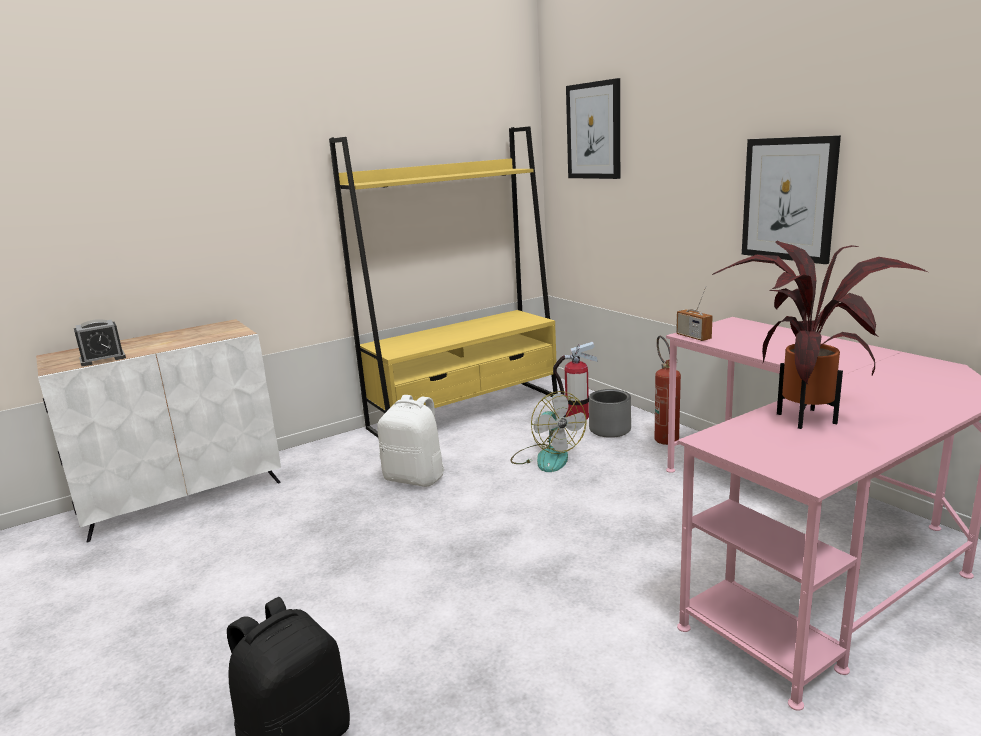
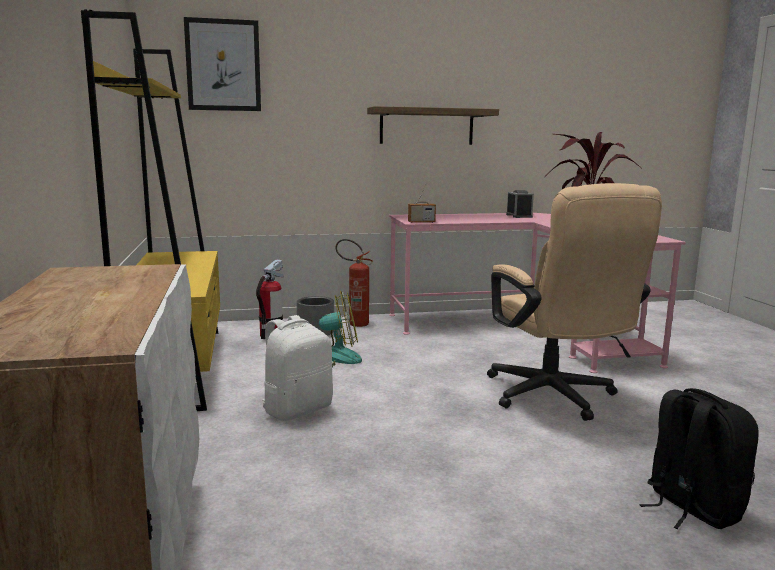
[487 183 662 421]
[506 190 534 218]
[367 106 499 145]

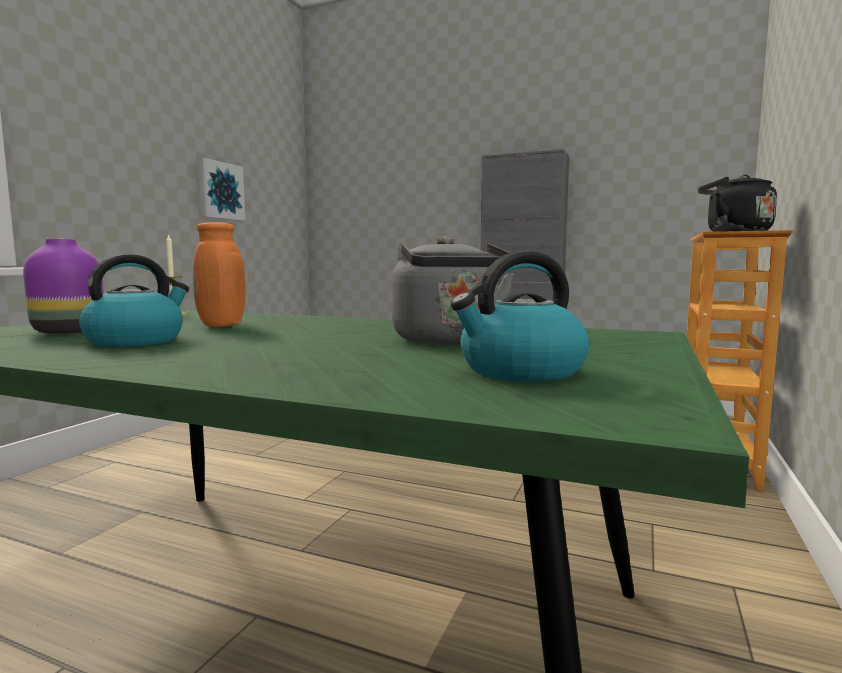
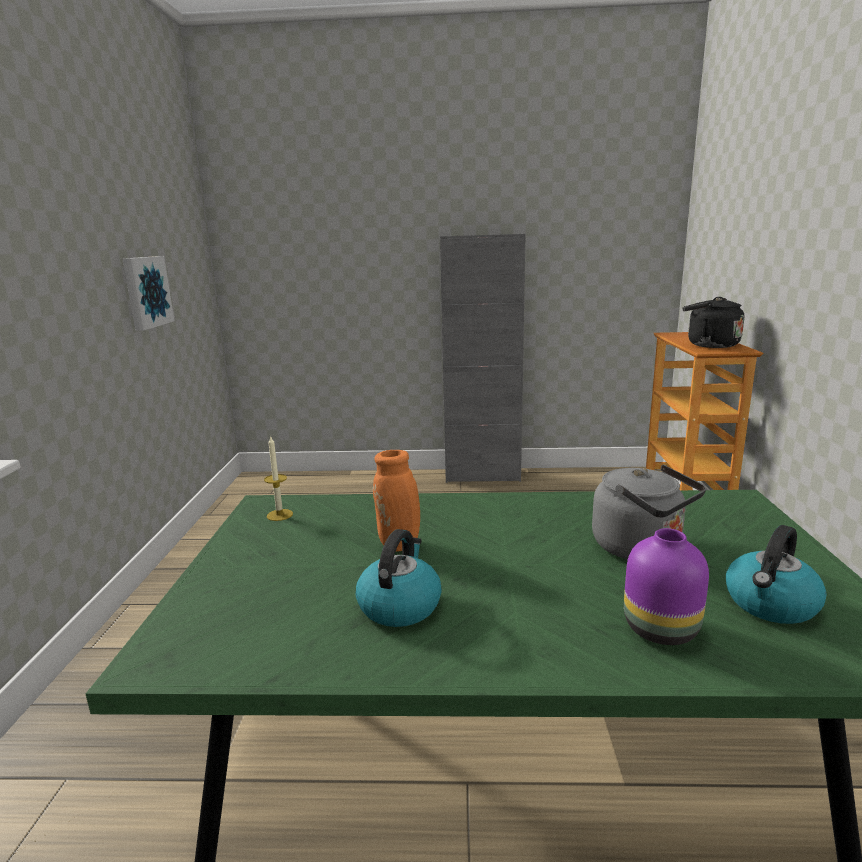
[624 528 709 645]

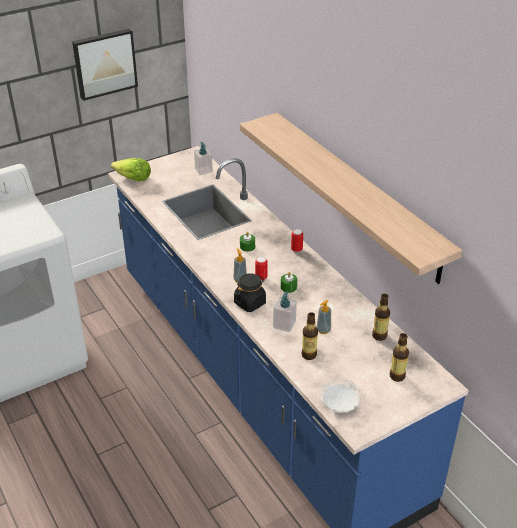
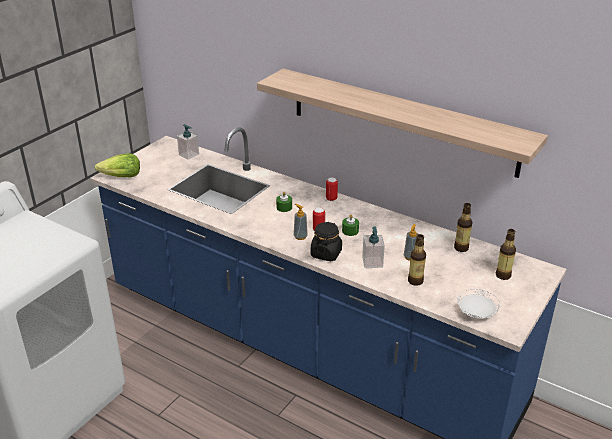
[72 29 138 101] (first image)

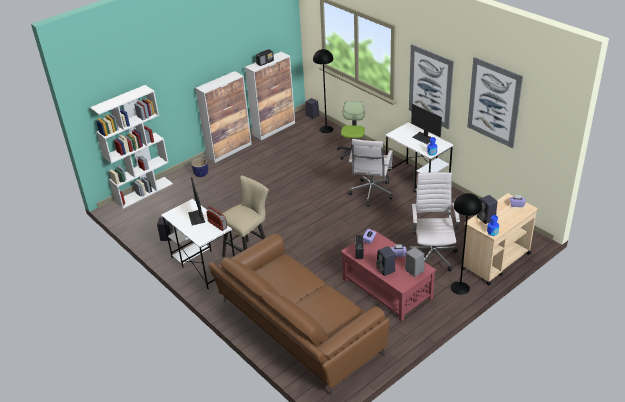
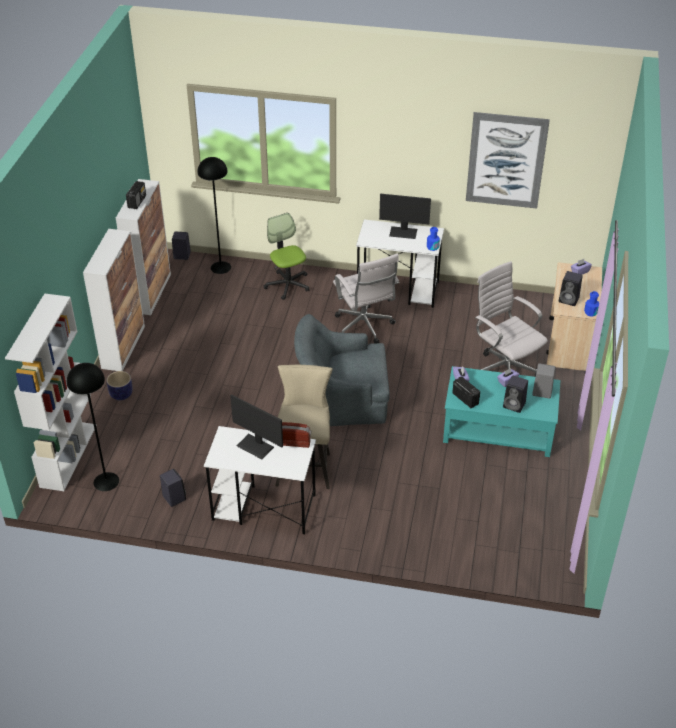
[209 233 389 396] (first image)
[409 44 454 129] (first image)
[294 314 390 426]
[67 363 119 491]
[443 366 561 457]

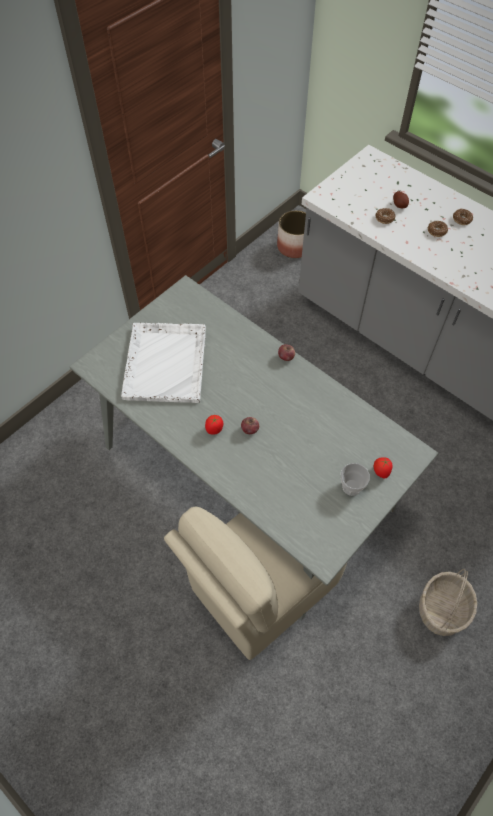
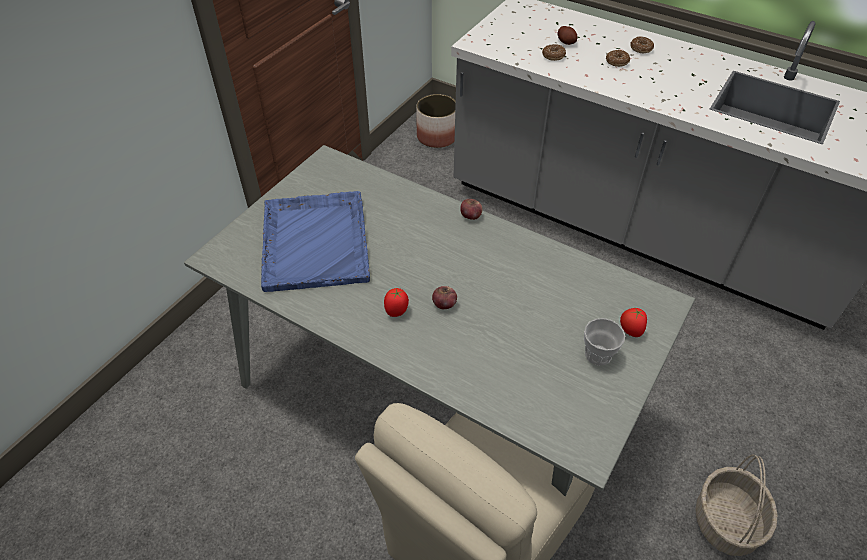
[261 191 370 292]

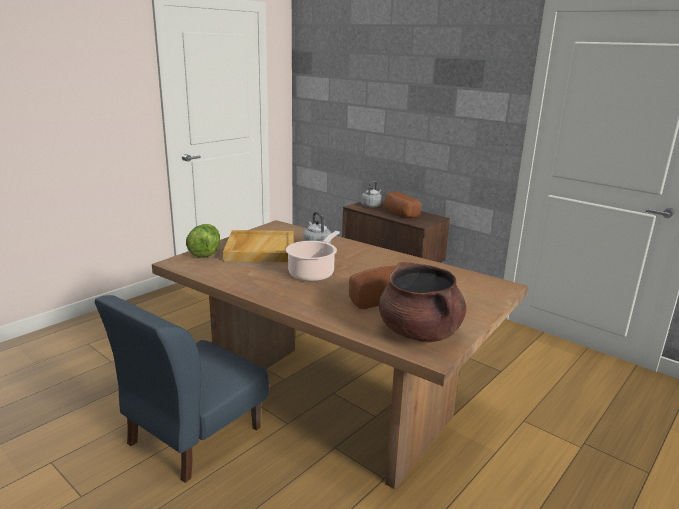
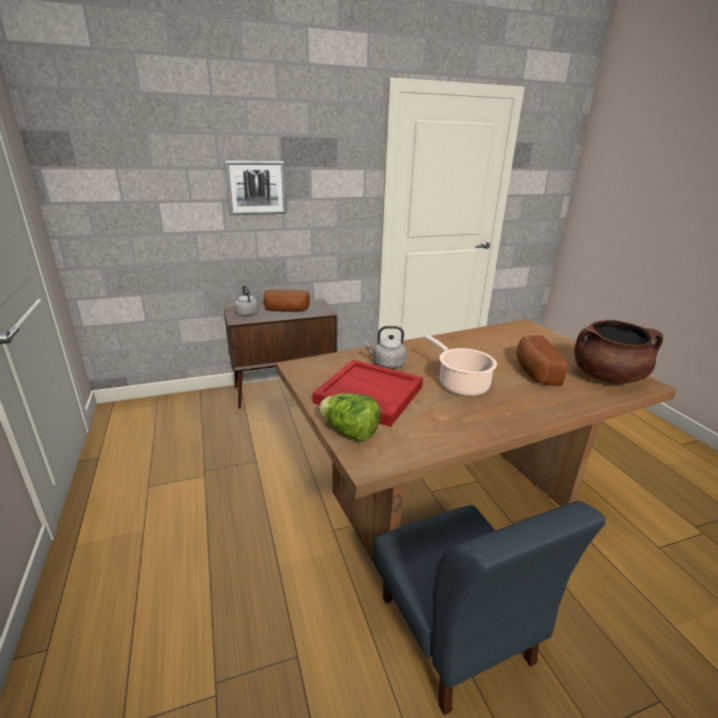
[224 161 287 215]
[312 360 423 427]

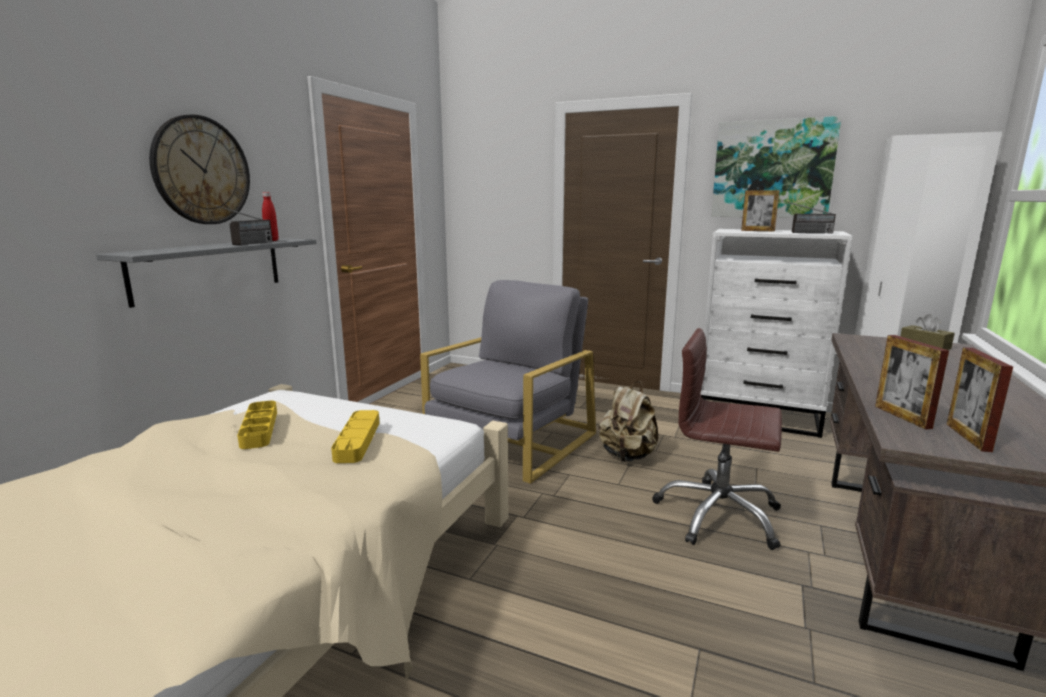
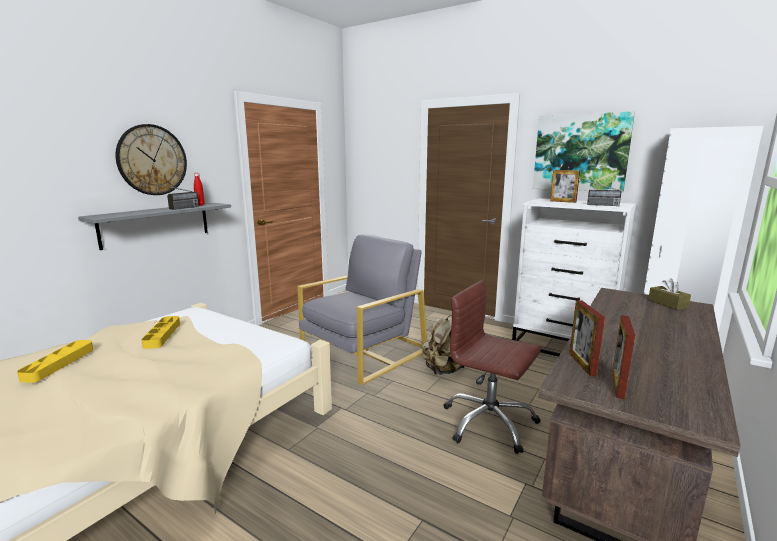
[17 340 93 383]

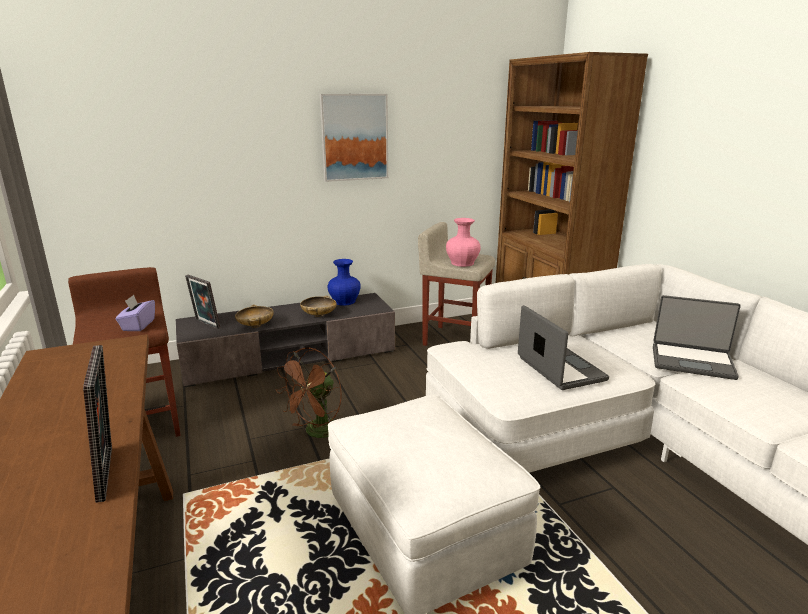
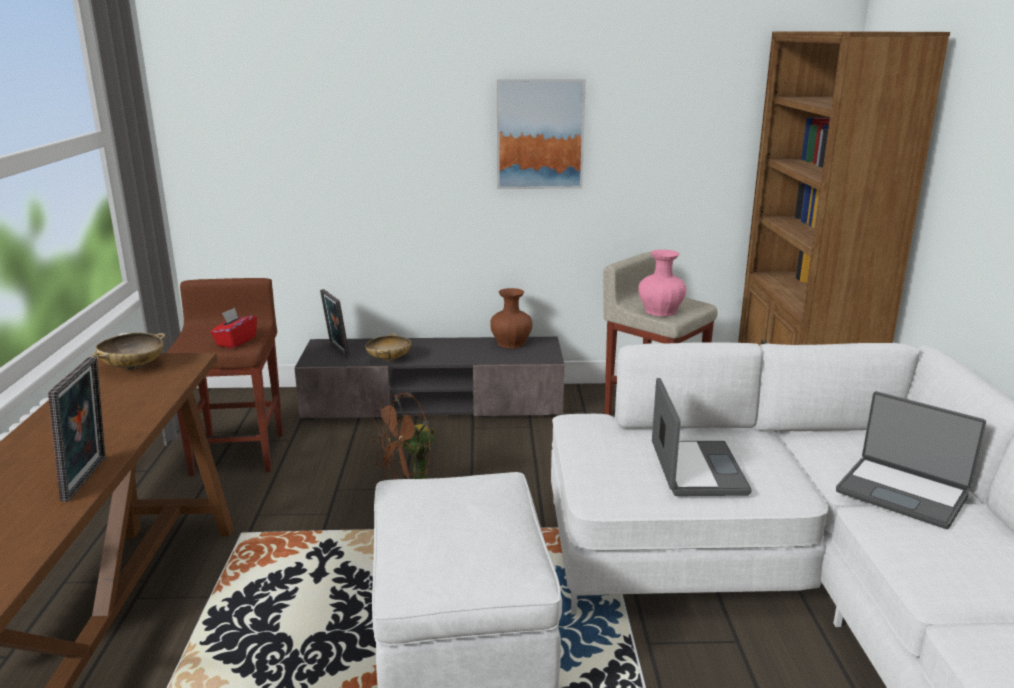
[92 333 166 370]
[210 307 257 348]
[490 288 532 348]

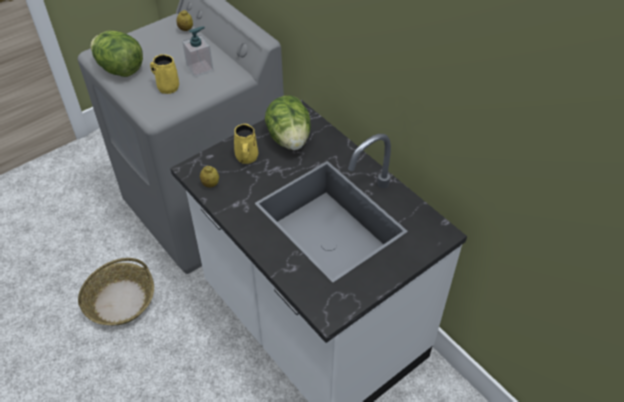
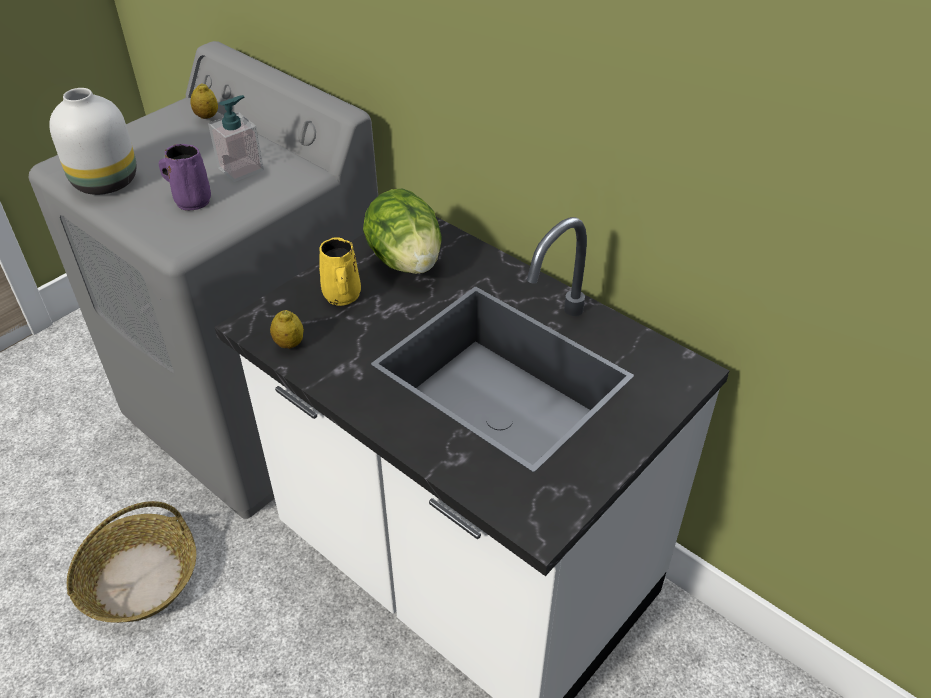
[49 88 137 195]
[159 144 211 210]

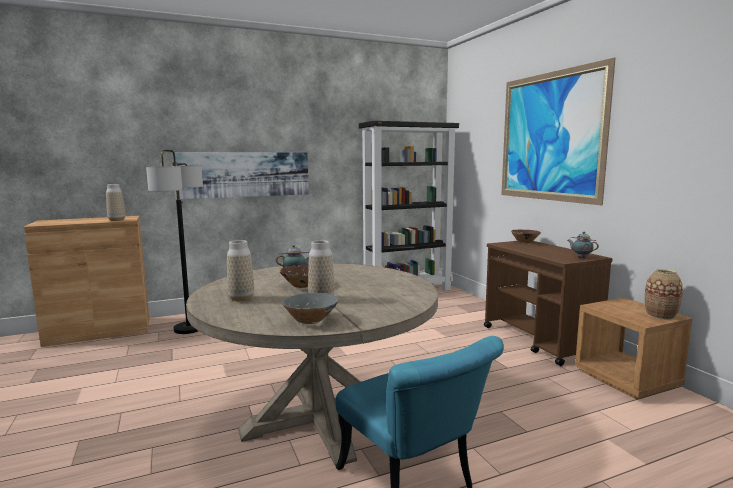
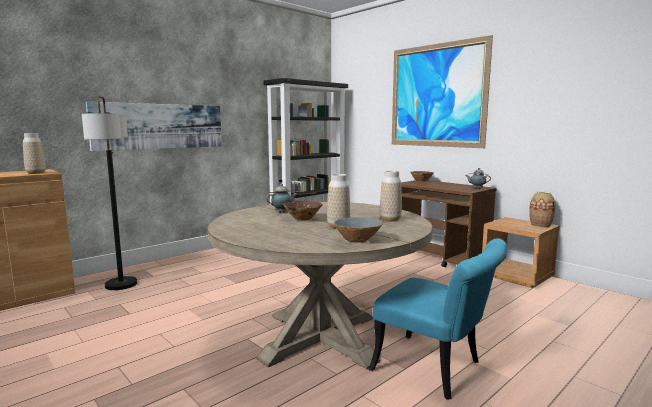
[380 171 402 222]

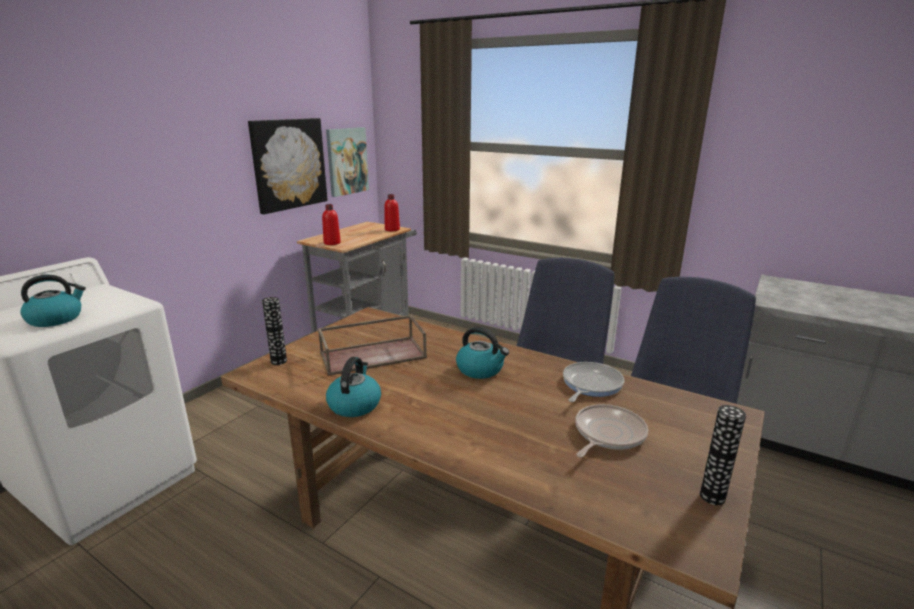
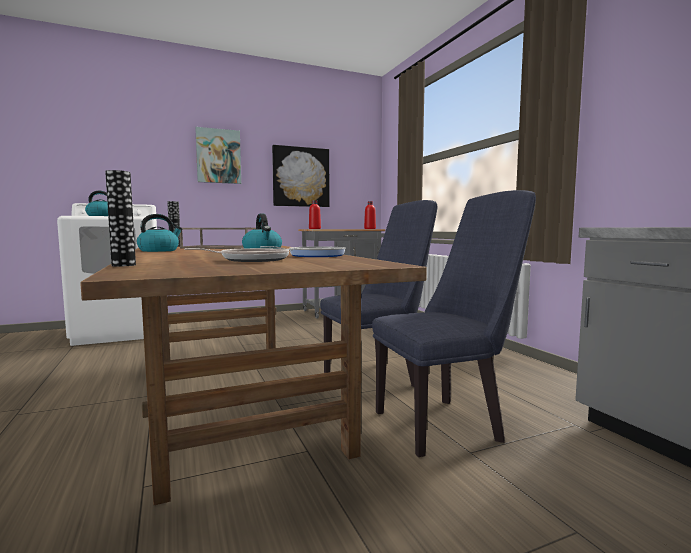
[195 127 241 184]
[105 170 136 266]

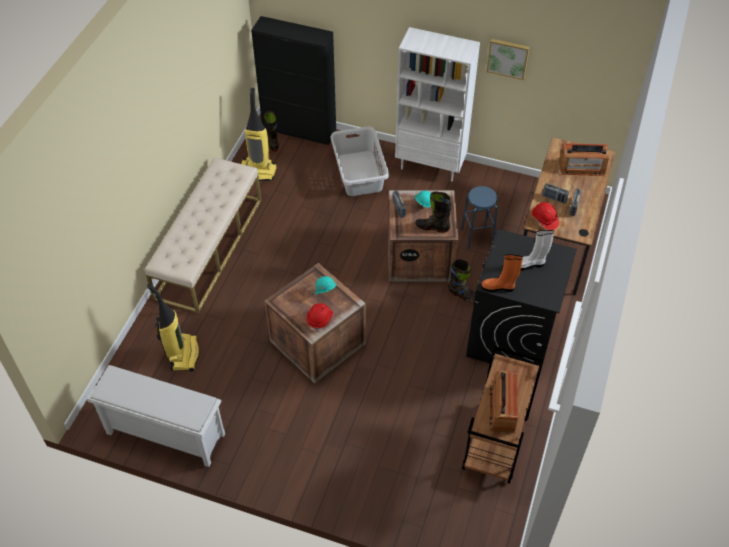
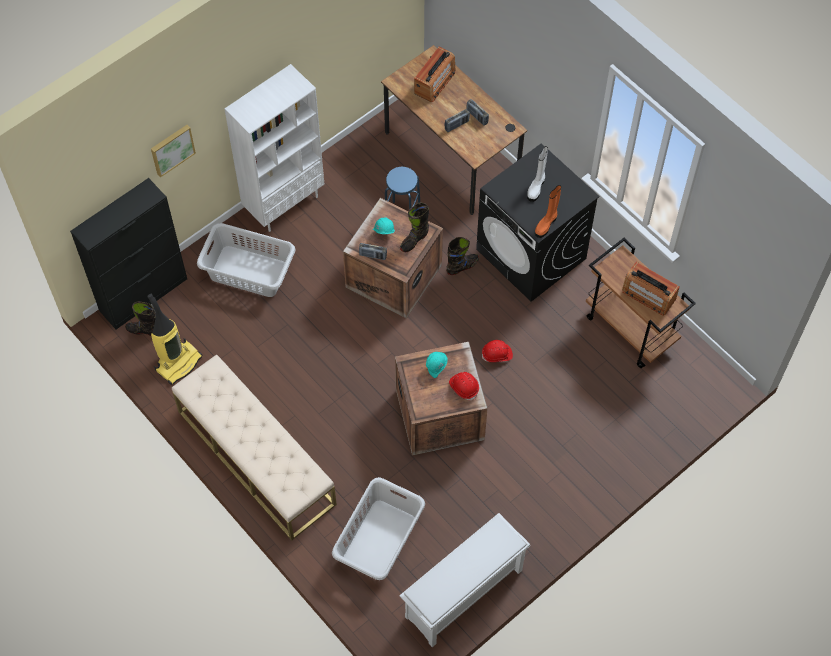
[151 125 196 178]
[482 340 513 362]
[332 477 425 580]

